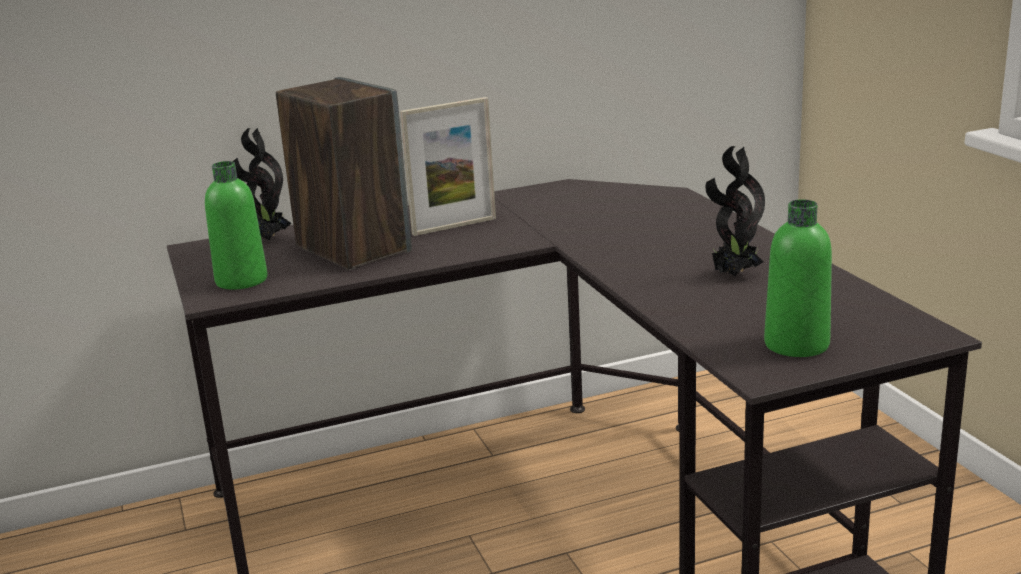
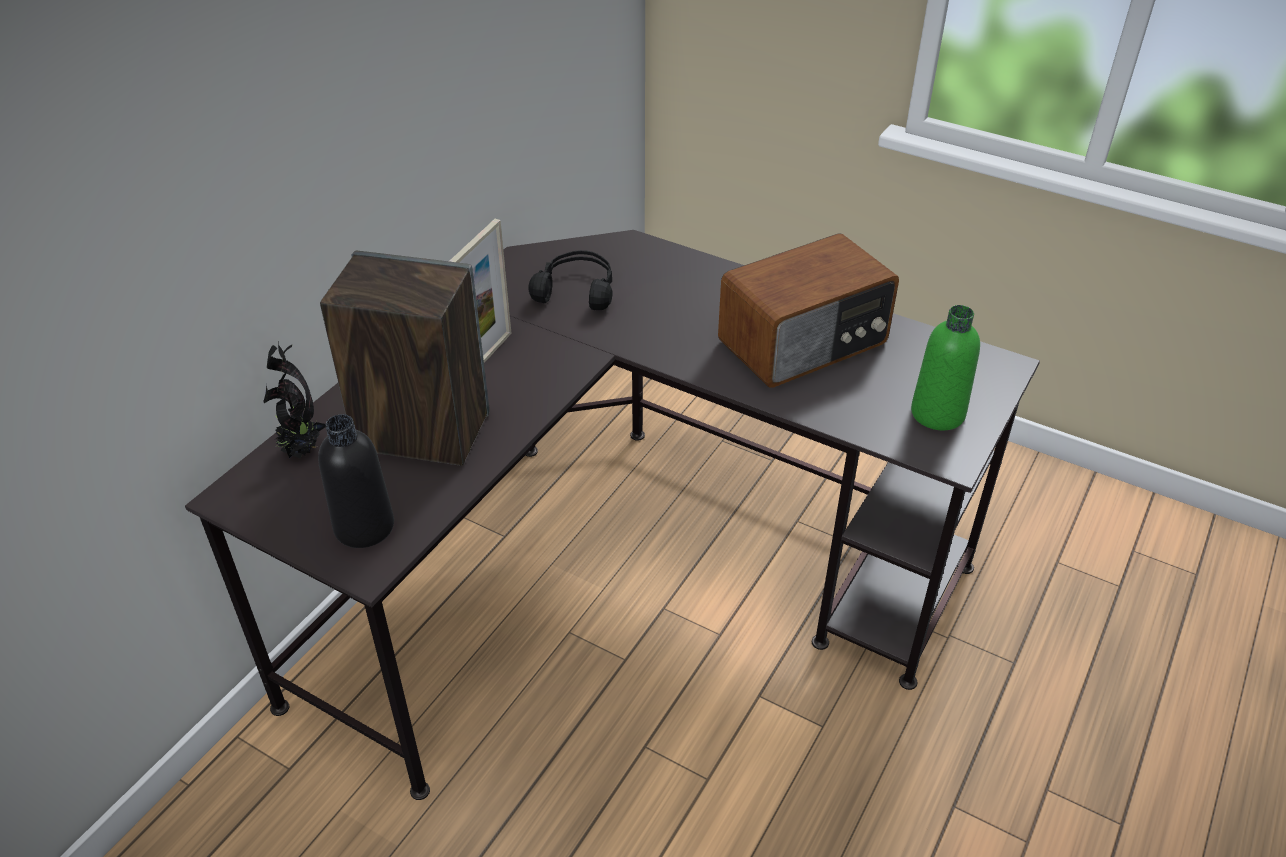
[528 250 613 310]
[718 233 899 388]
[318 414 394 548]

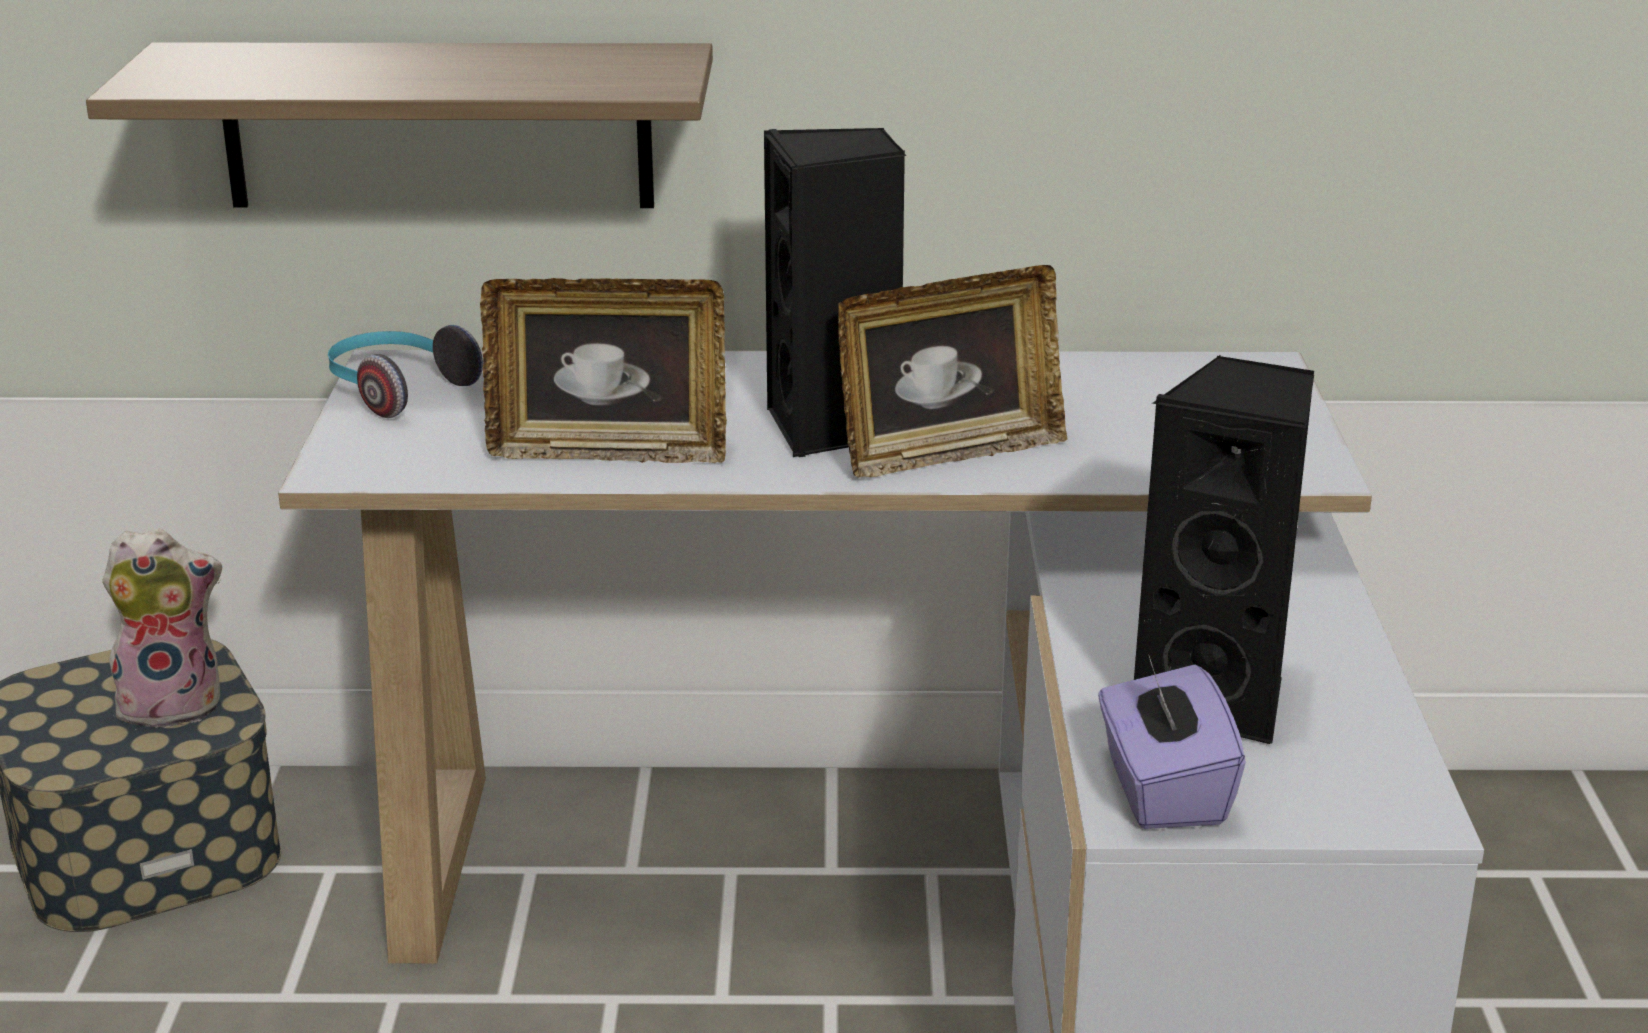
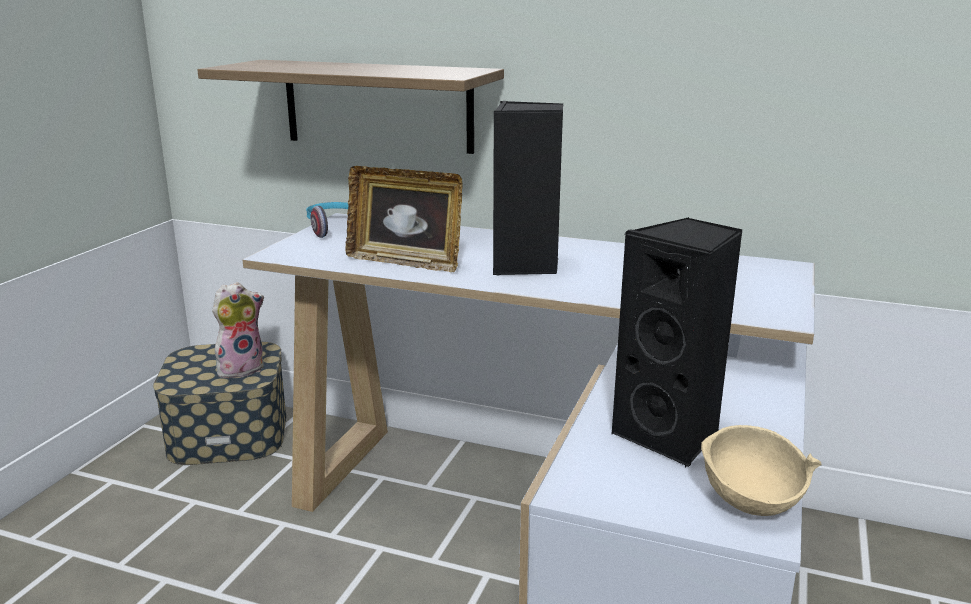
[838 265 1067 478] (first image)
[1098 656 1246 829] (first image)
[701 425 822 516]
[212 282 264 380]

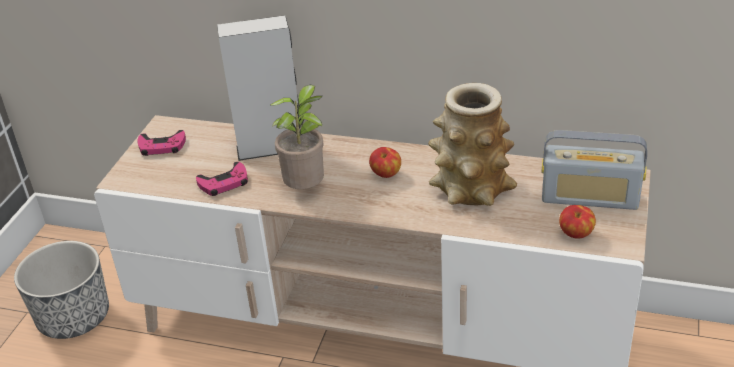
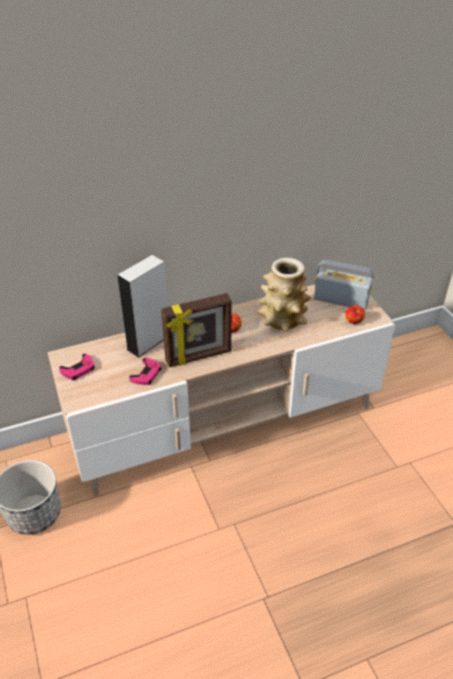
[161 293 232 367]
[314 260 374 310]

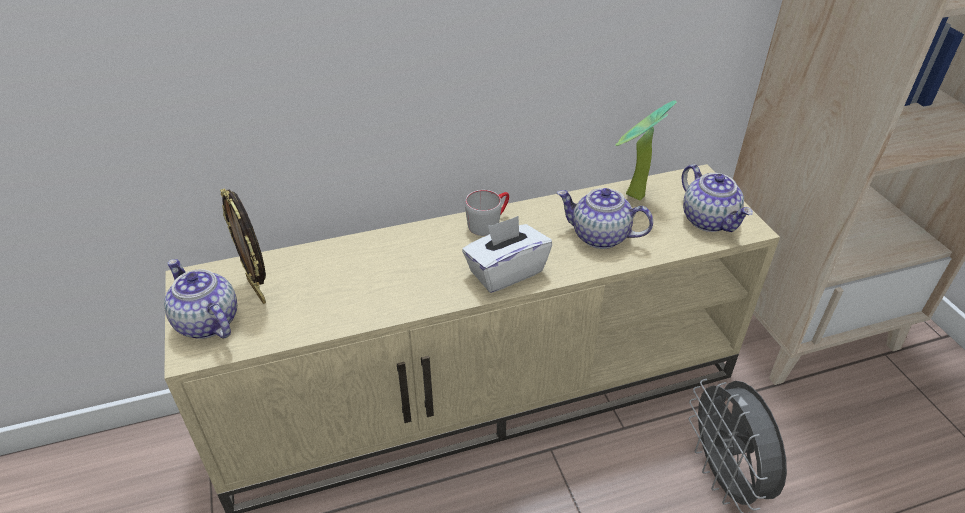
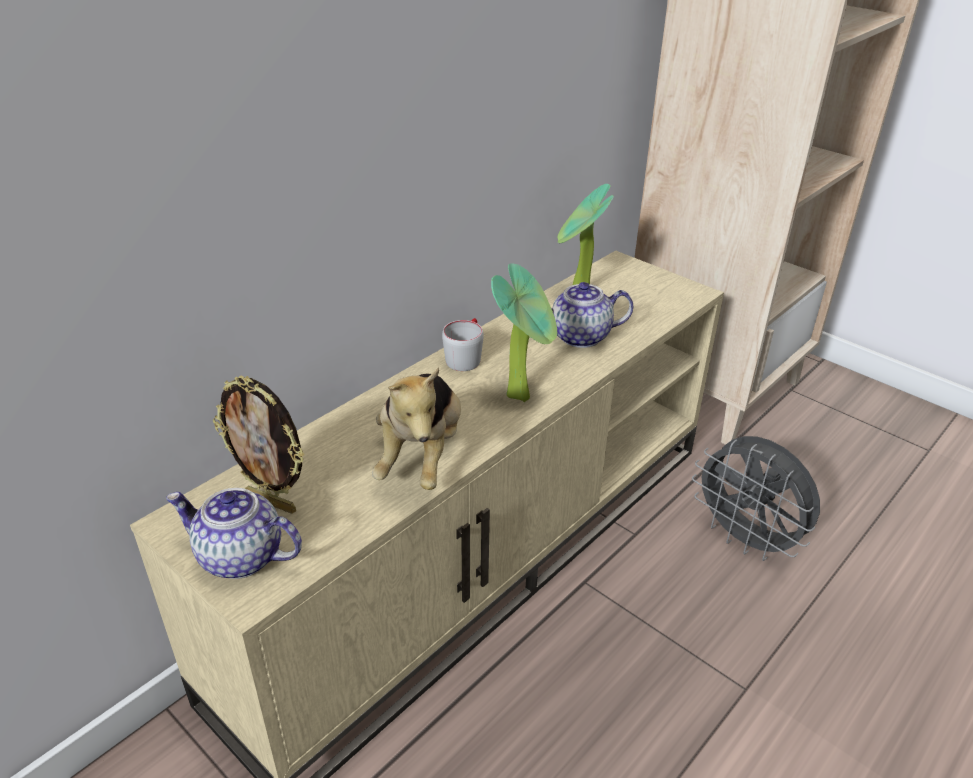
[682 164 753 232] (first image)
[372 367 461 490]
[491 263 557 402]

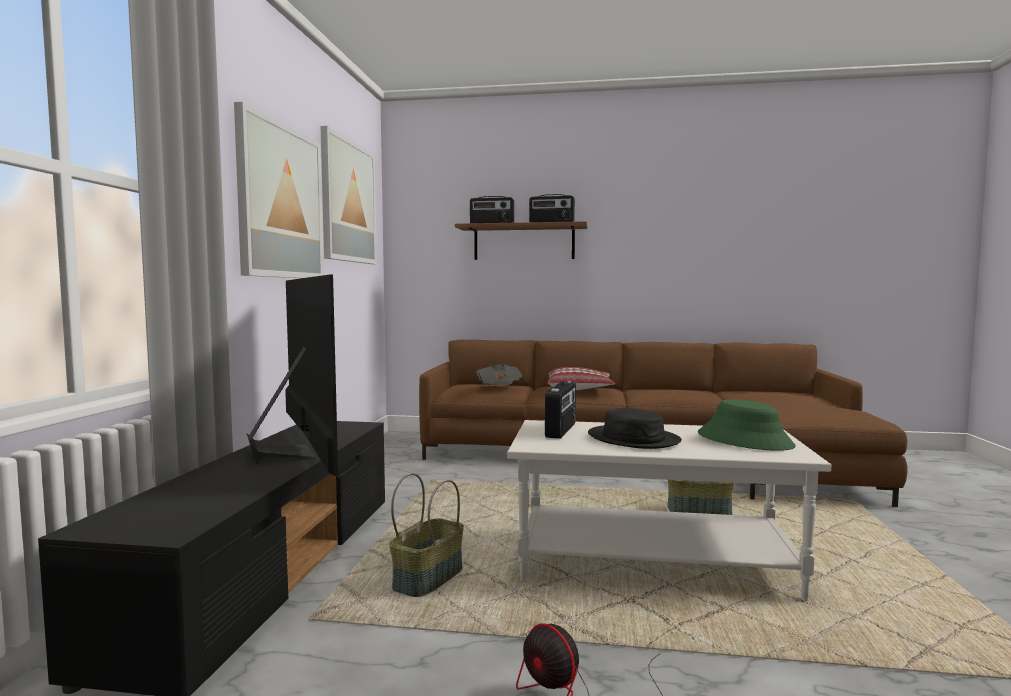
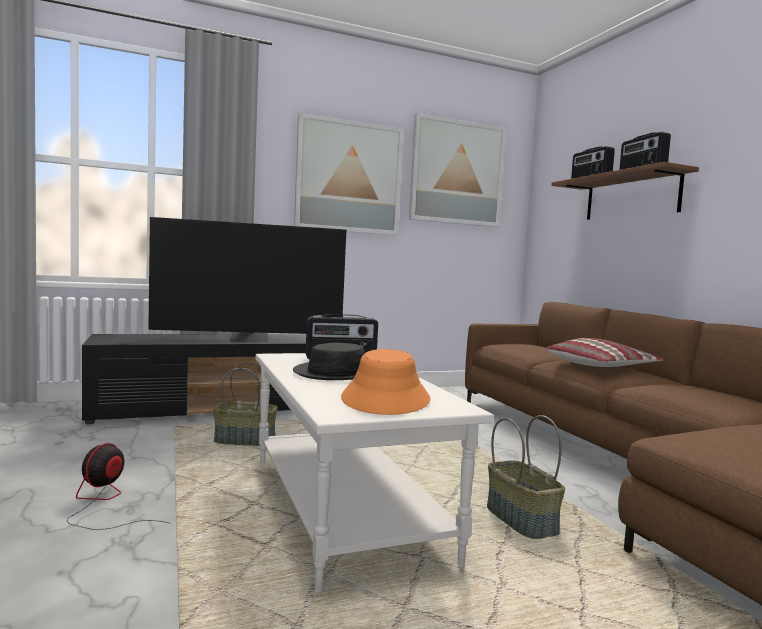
[476 364 523 385] (first image)
[341 349 430 415]
[148 217 346 342]

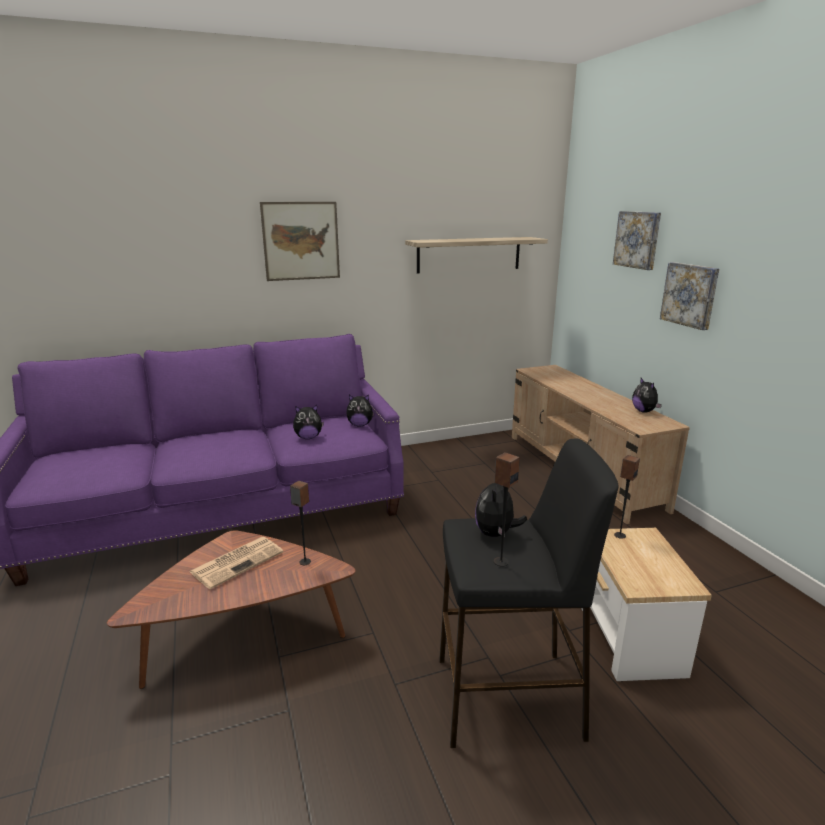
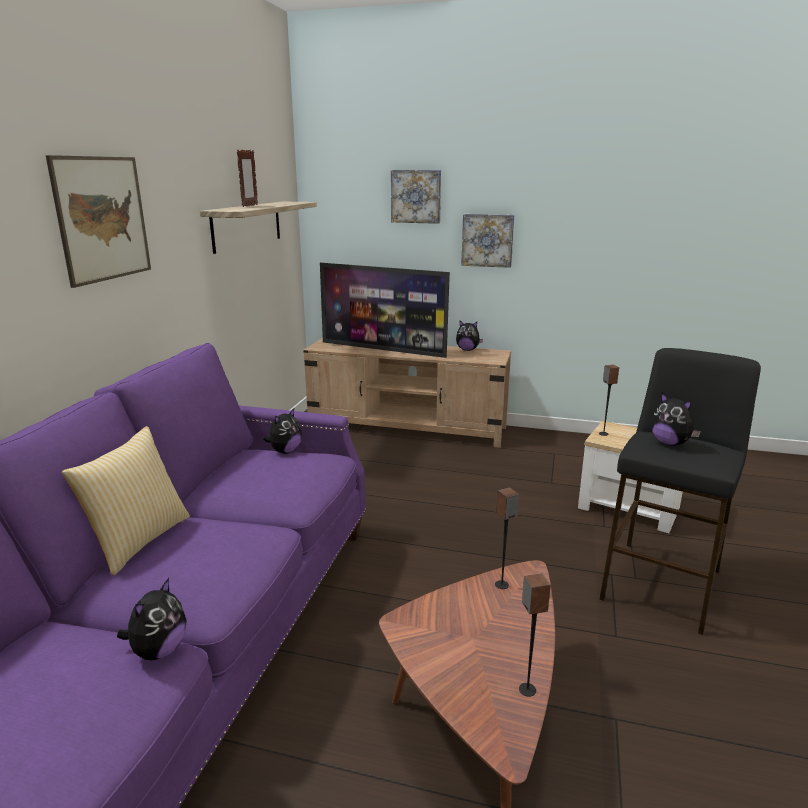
[190 537 283 589] (first image)
[62 426 190 576]
[237 149 258 207]
[320 263 450 358]
[117 578 187 660]
[519 574 551 697]

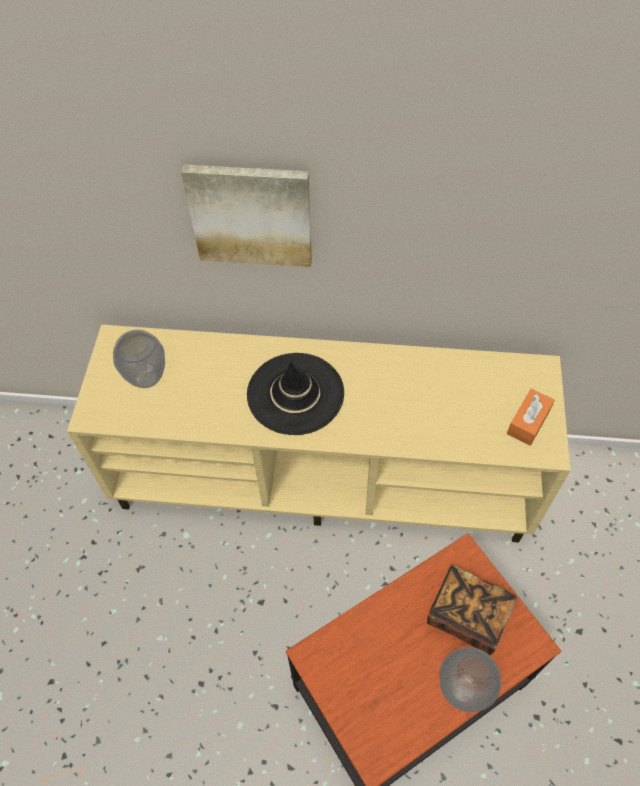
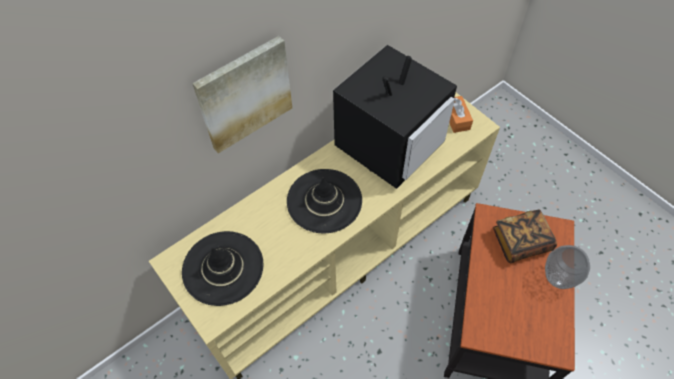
[333 45 457 189]
[182 231 264 306]

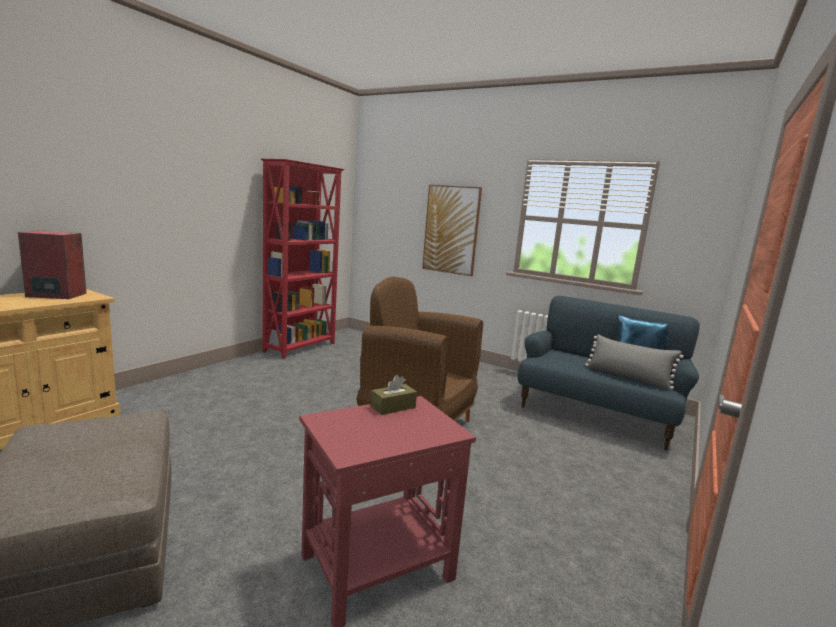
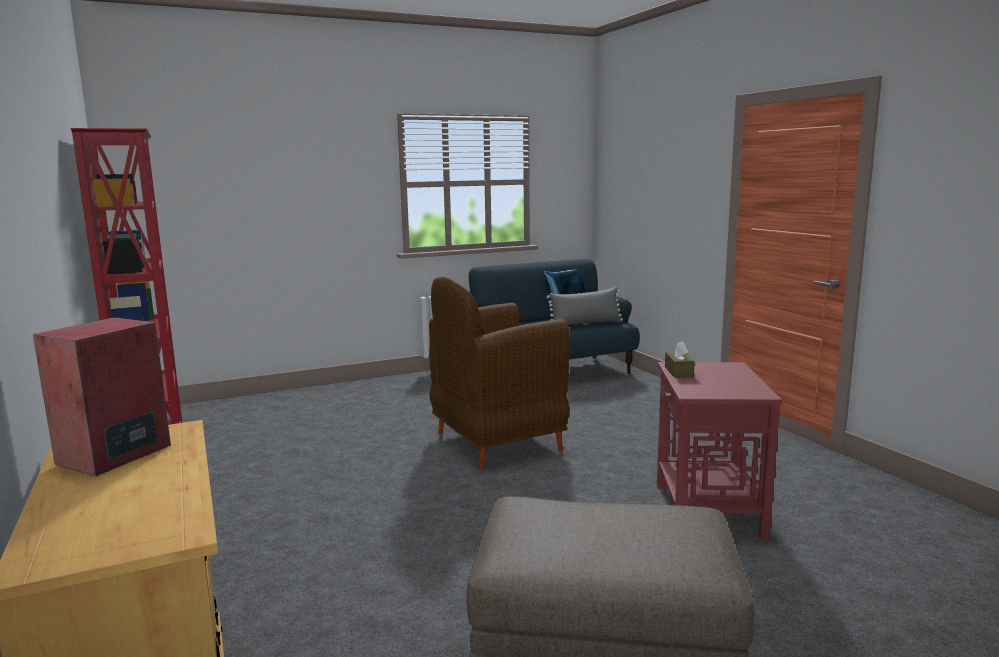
[422 185 482 276] (first image)

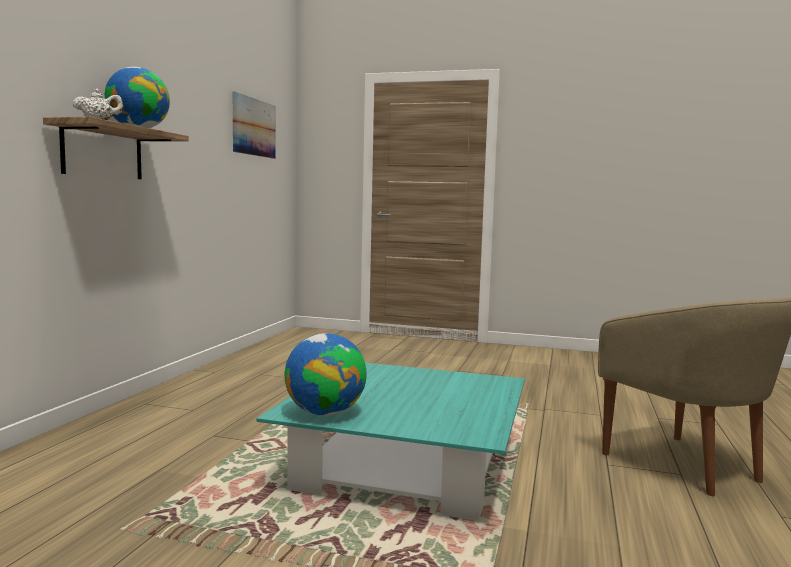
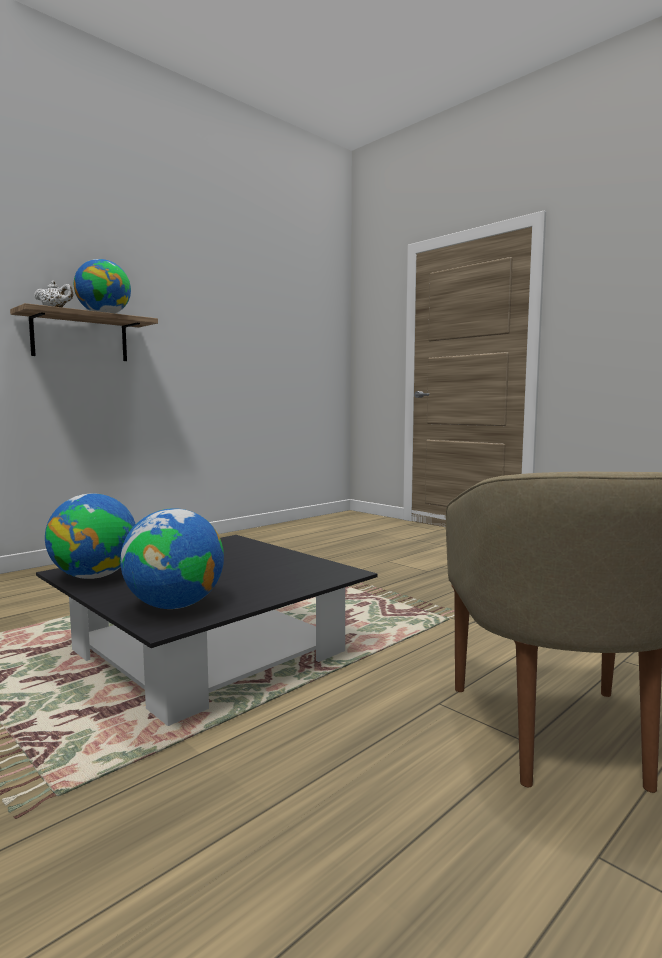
[233 92 276 159] (first image)
[120 508 224 609]
[36 535 378 726]

